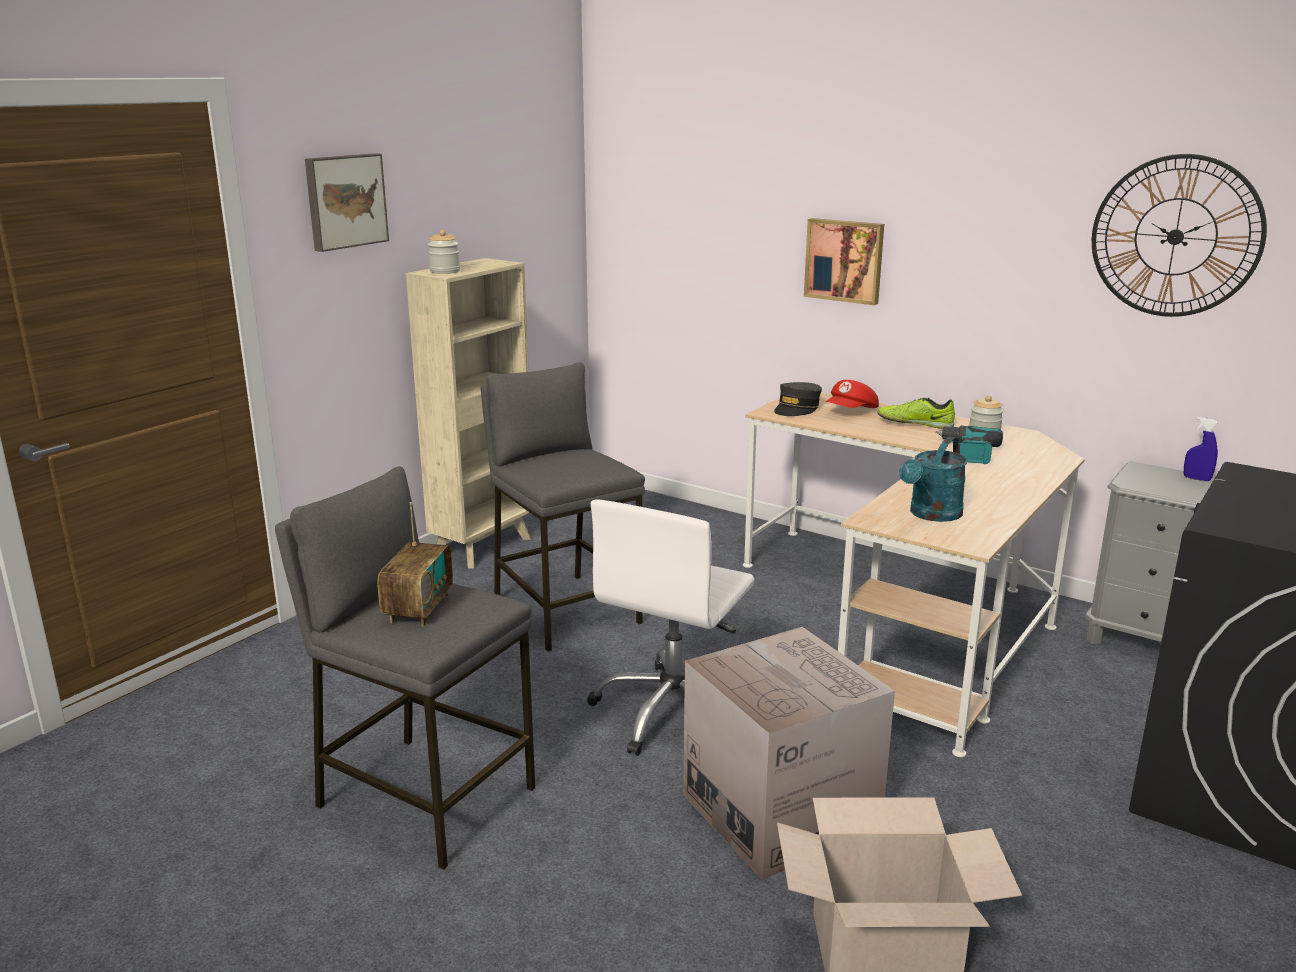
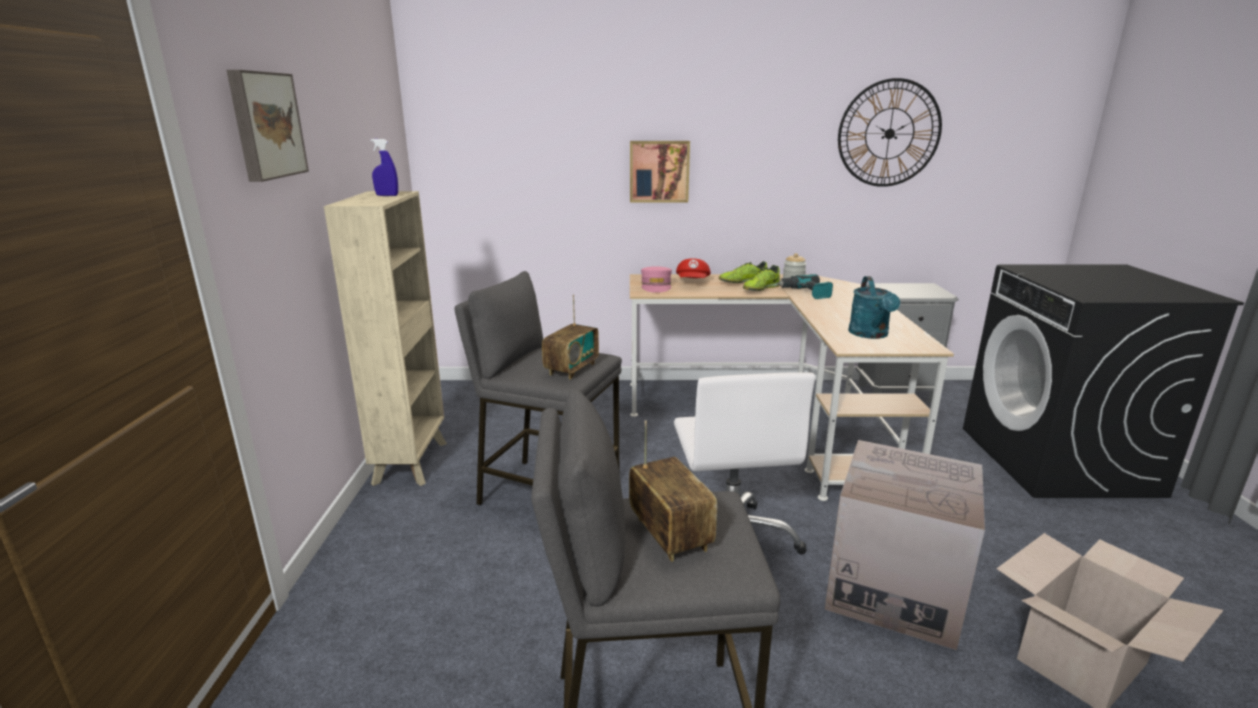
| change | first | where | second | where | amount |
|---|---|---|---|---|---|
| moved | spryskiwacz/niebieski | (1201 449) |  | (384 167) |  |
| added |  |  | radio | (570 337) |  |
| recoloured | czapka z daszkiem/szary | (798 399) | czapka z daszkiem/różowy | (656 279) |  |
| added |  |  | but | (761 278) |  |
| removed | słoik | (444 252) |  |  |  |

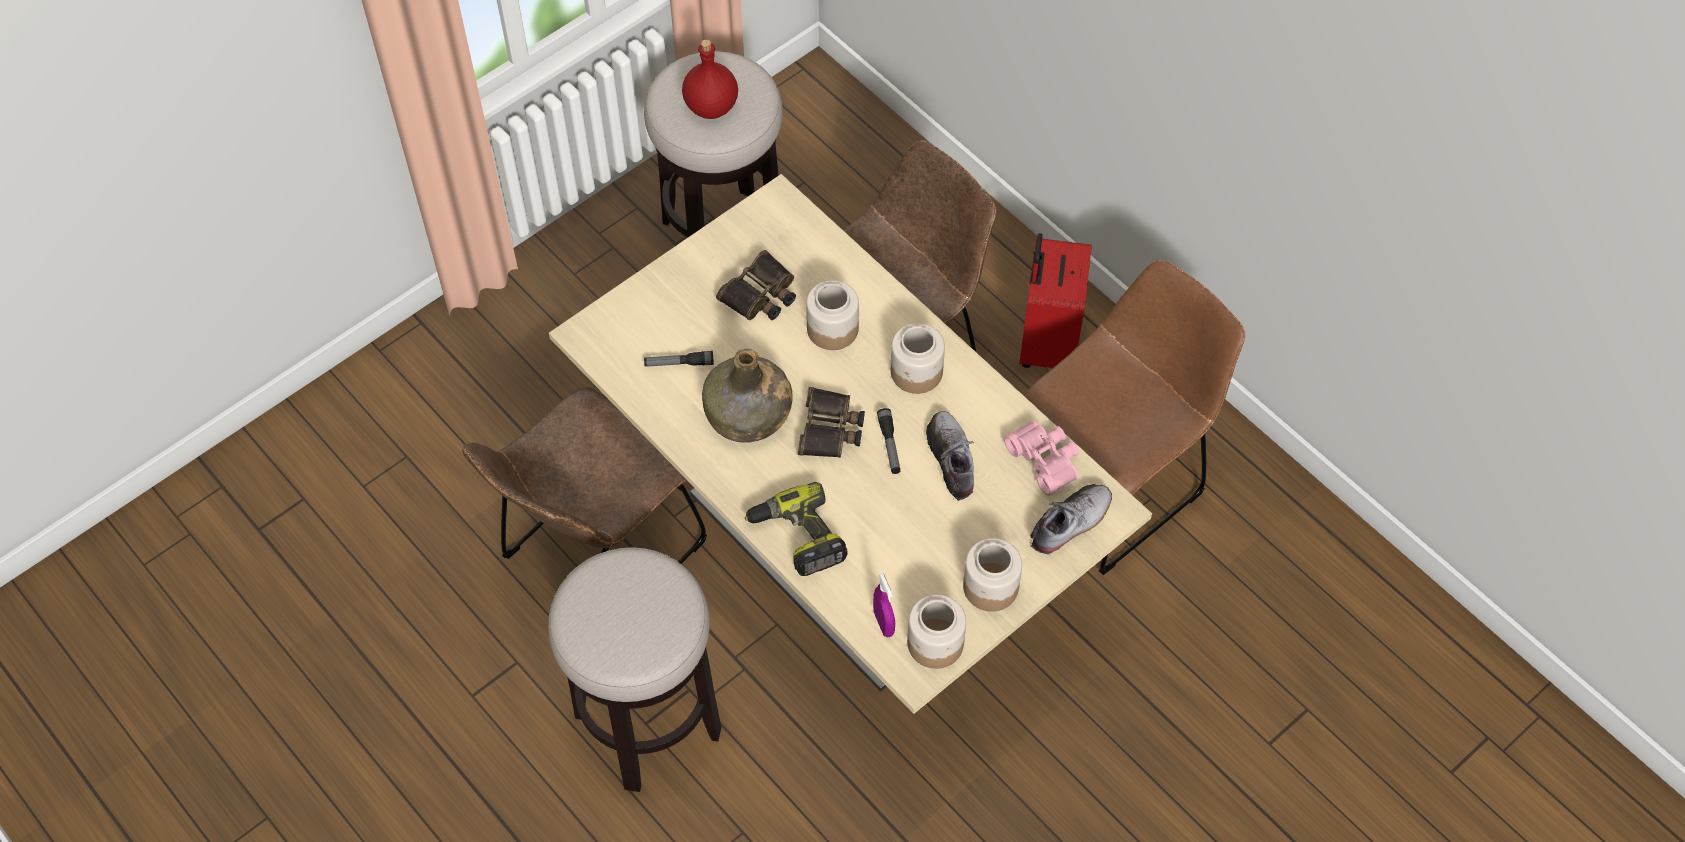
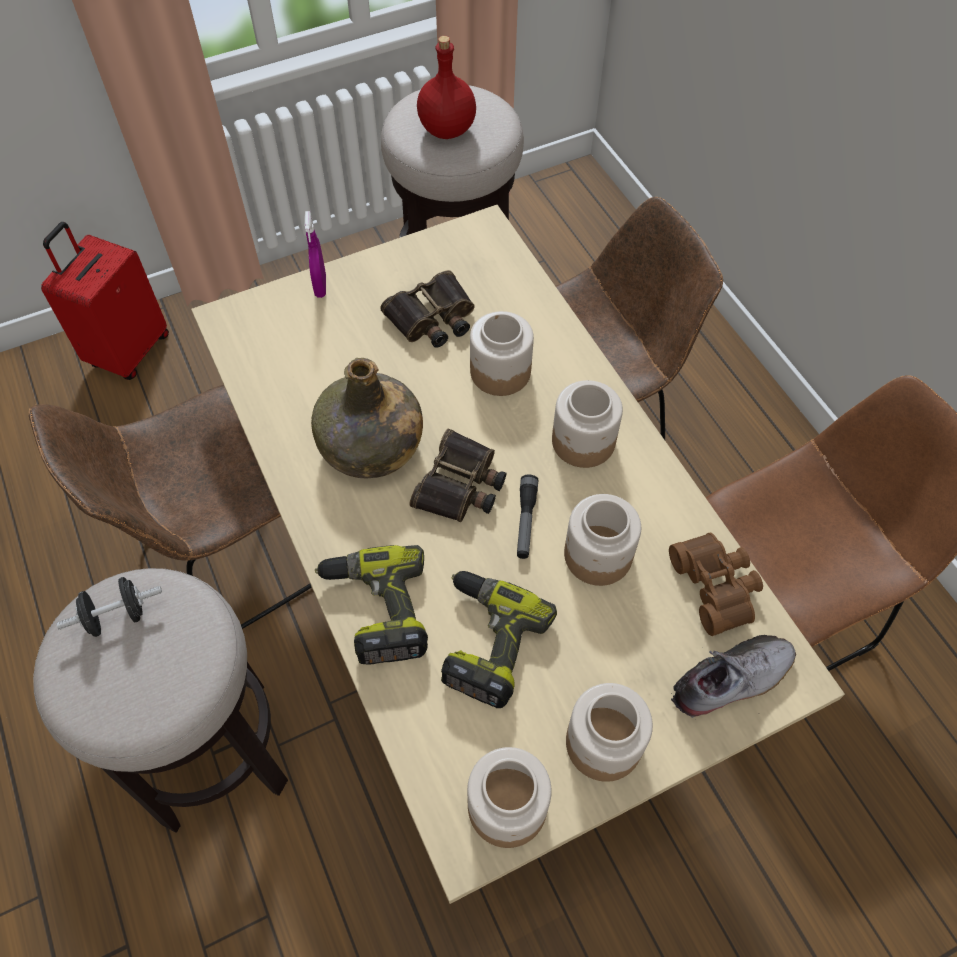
| change | first | where | second | where | amount |
|---|---|---|---|---|---|
| moved | walizka/czerwony | (1055 300) |  | (105 301) |  |
| added |  |  | hantel/czarny | (109 607) |  |
| moved | spryskiwacz/fioletowy | (884 605) |  | (315 254) |  |
| added |  |  | wiertarka | (499 639) |  |
| replaced | but | (953 456) | słoik | (602 540) |  |
| recoloured | lornetka/różowy | (1041 458) | lornetka/brązowy | (716 584) |  |
| removed | latarka | (679 359) |  |  |  |

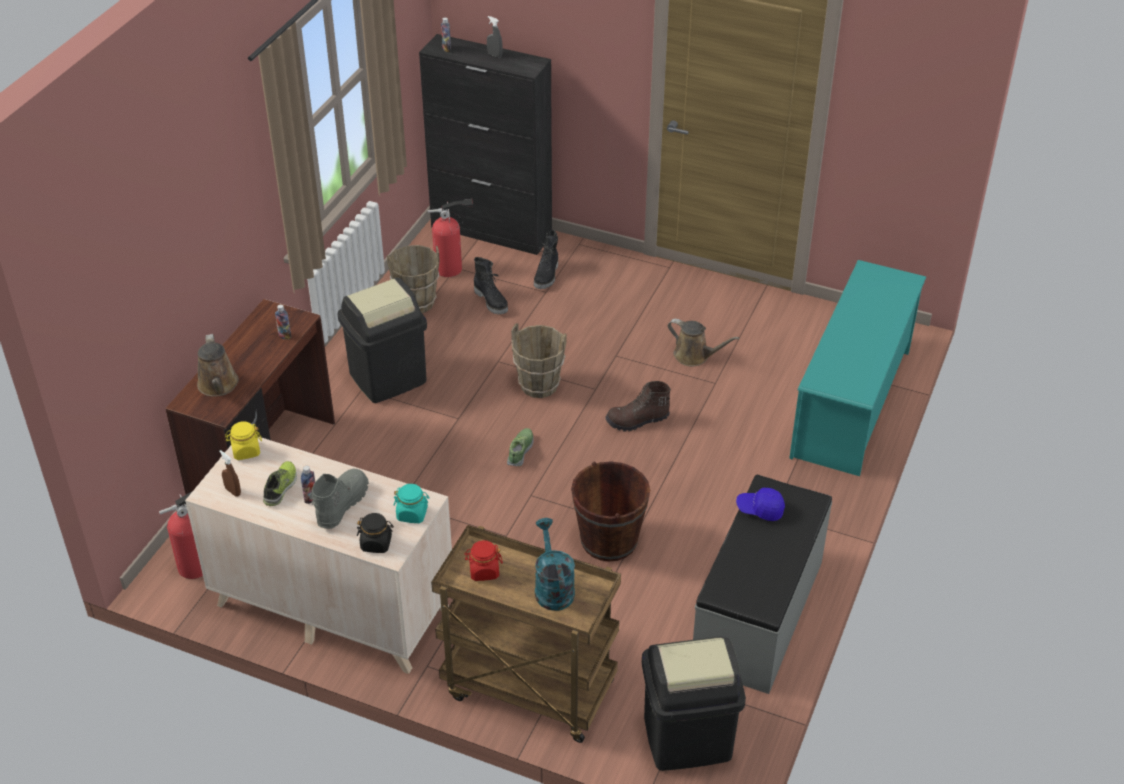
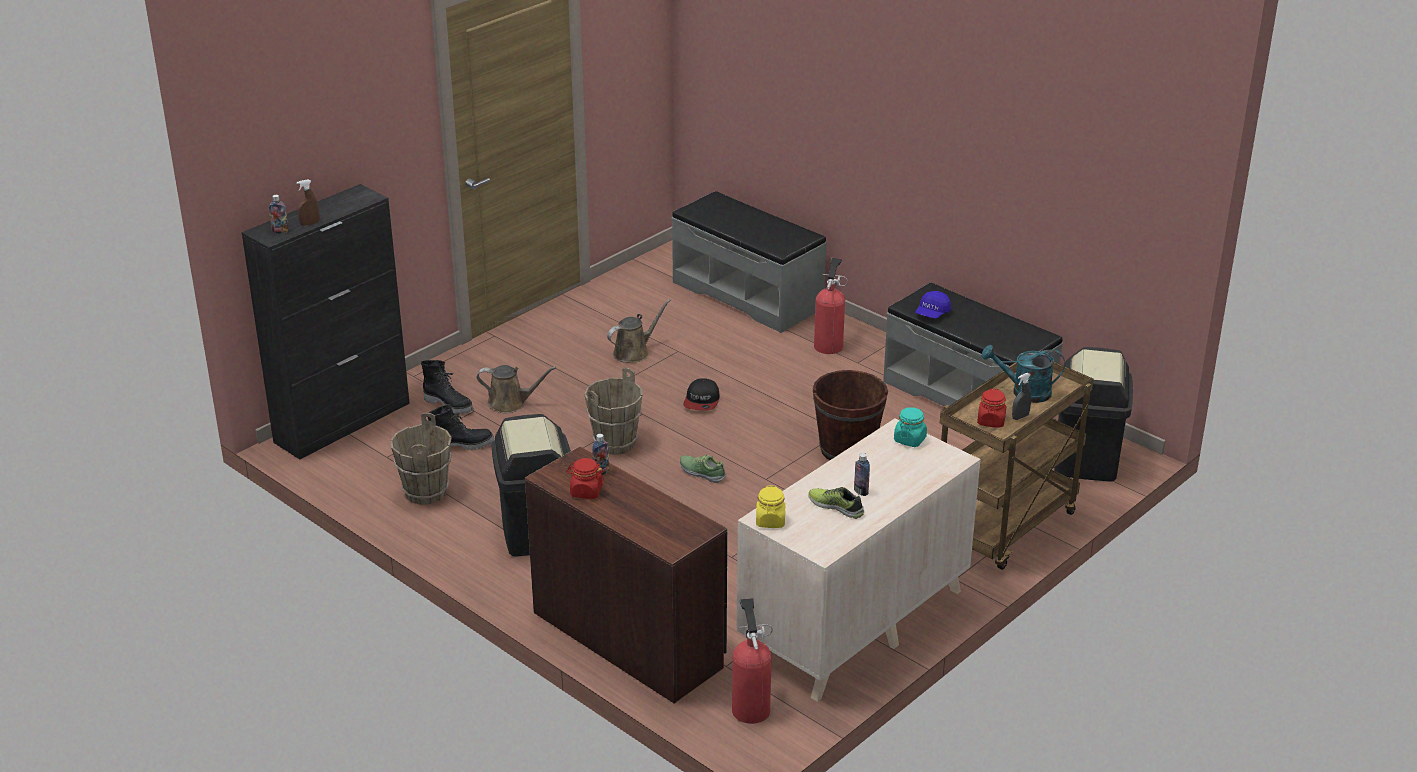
| change | first | where | second | where | amount |
|---|---|---|---|---|---|
| moved | spryskiwacz/brązowy | (230 473) |  | (307 202) |  |
| moved | konewka/brązowy | (218 365) |  | (516 389) |  |
| added |  |  | słoik/czerwony | (585 478) |  |
| replaced | regał na buty/turkusowy | (857 368) | ławka/szary | (749 262) |  |
| replaced | but z cholewką/brązowy | (638 406) | czapka z daszkiem | (701 394) |  |
| moved | gaśnica | (450 238) |  | (831 306) |  |
| moved | spryskiwacz/szary | (495 37) |  | (1021 396) |  |
| removed | but z cholewką/szary | (339 499) |  |  |  |
| removed | słoik/czarny | (375 533) |  |  |  |

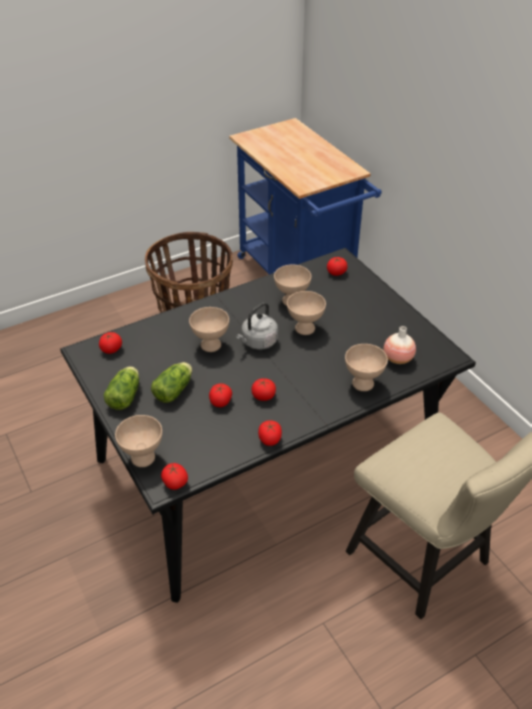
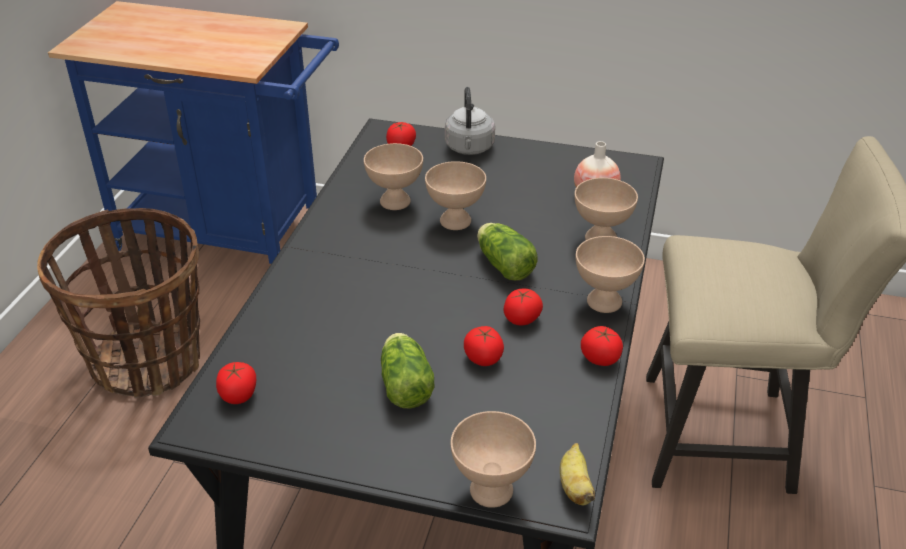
| change | first | where | second | where | amount |
|---|---|---|---|---|---|
| moved | czajnik/szary | (257 326) |  | (470 121) |  |
| moved | sałata | (121 388) |  | (507 251) |  |
| replaced | pomidor | (174 476) | banan | (577 474) |  |
| moved | miska/beżowy | (209 329) |  | (610 274) |  |

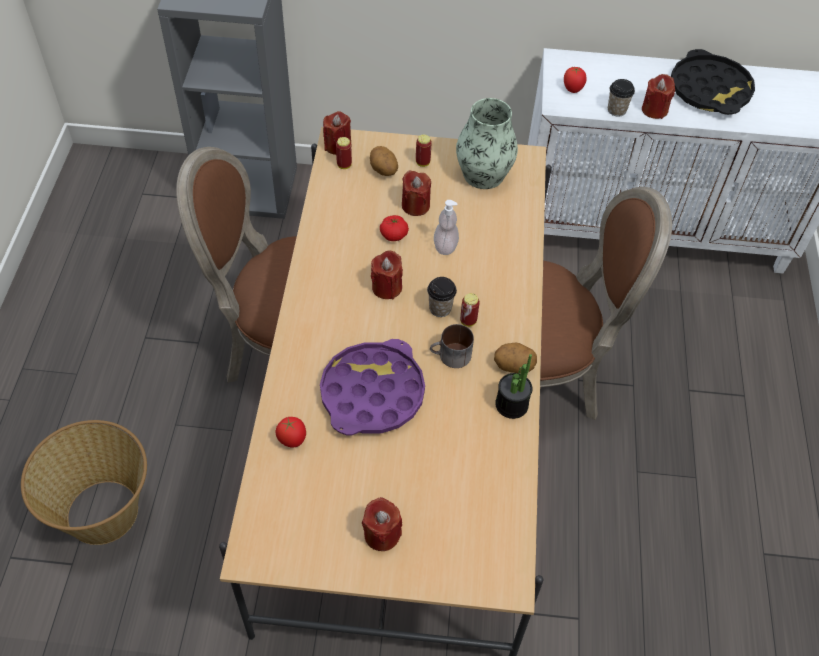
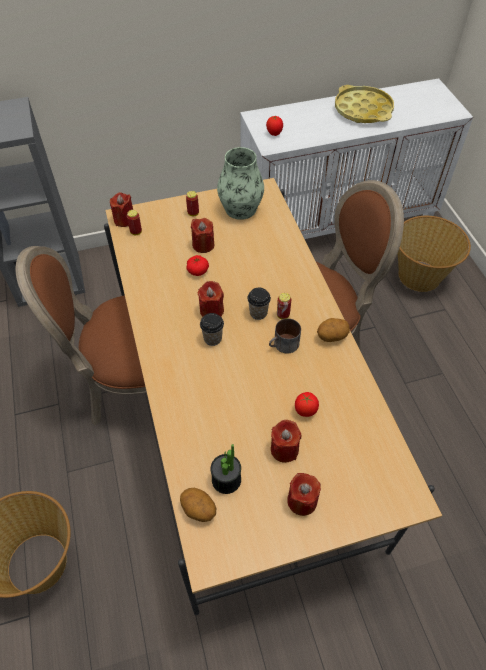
| change | first | where | second | where | amount |
|---|---|---|---|---|---|
| moved | ziemniak | (384 161) |  | (198 505) |  |
| moved | filiżanka | (621 98) |  | (212 329) |  |
| moved | roślina doniczkowa | (514 386) |  | (226 469) |  |
| moved | świeca/czerwony | (658 96) |  | (286 441) |  |
| moved | pomidor | (290 432) |  | (307 404) |  |
| recoloured | taca/czarny | (713 82) | taca/żółty | (364 104) |  |
| added |  |  | koszyk | (434 254) |  |
| removed | taca/fioletowy | (372 387) |  |  |  |
| removed | dozownik mydła | (446 227) |  |  |  |

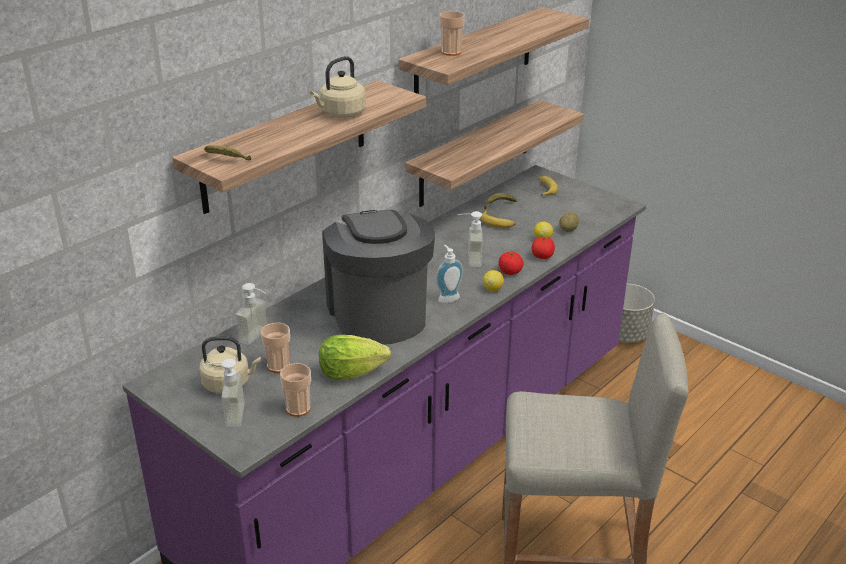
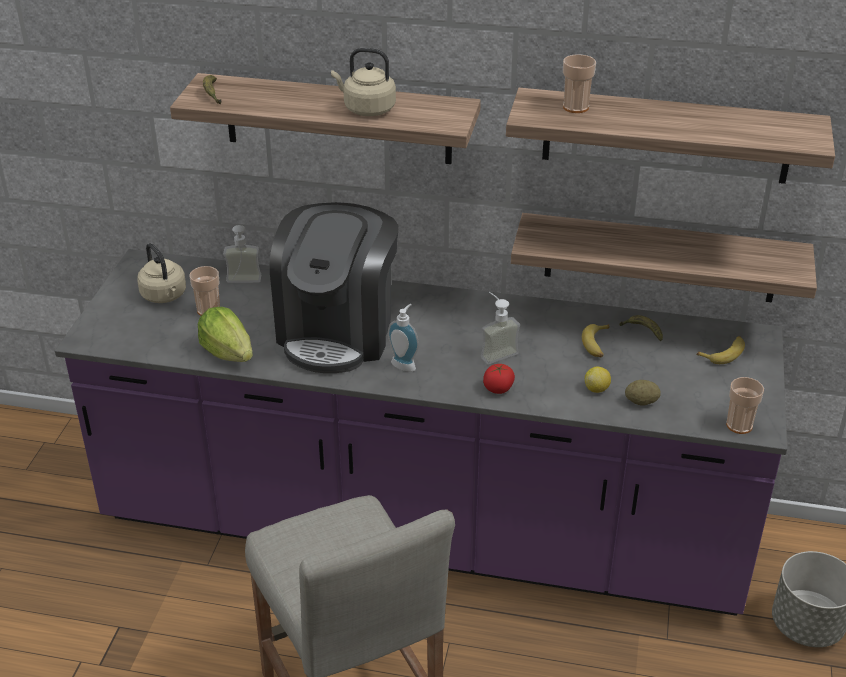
| change | first | where | second | where | amount |
|---|---|---|---|---|---|
| turned | ekspres do kawy | (378 277) |  | (334 287) | 150 degrees clockwise |
| moved | filiżanka | (295 390) |  | (745 405) |  |
| removed | dozownik mydła | (224 393) |  |  |  |
| removed | cytryna | (493 280) |  |  |  |
| removed | pomidor | (543 248) |  |  |  |

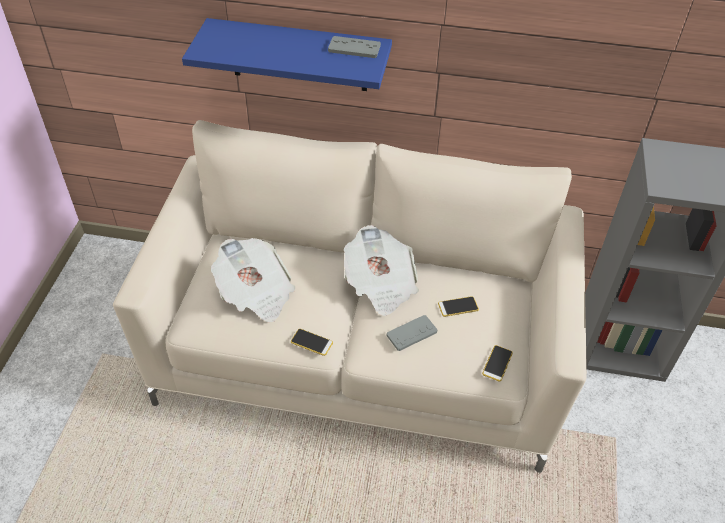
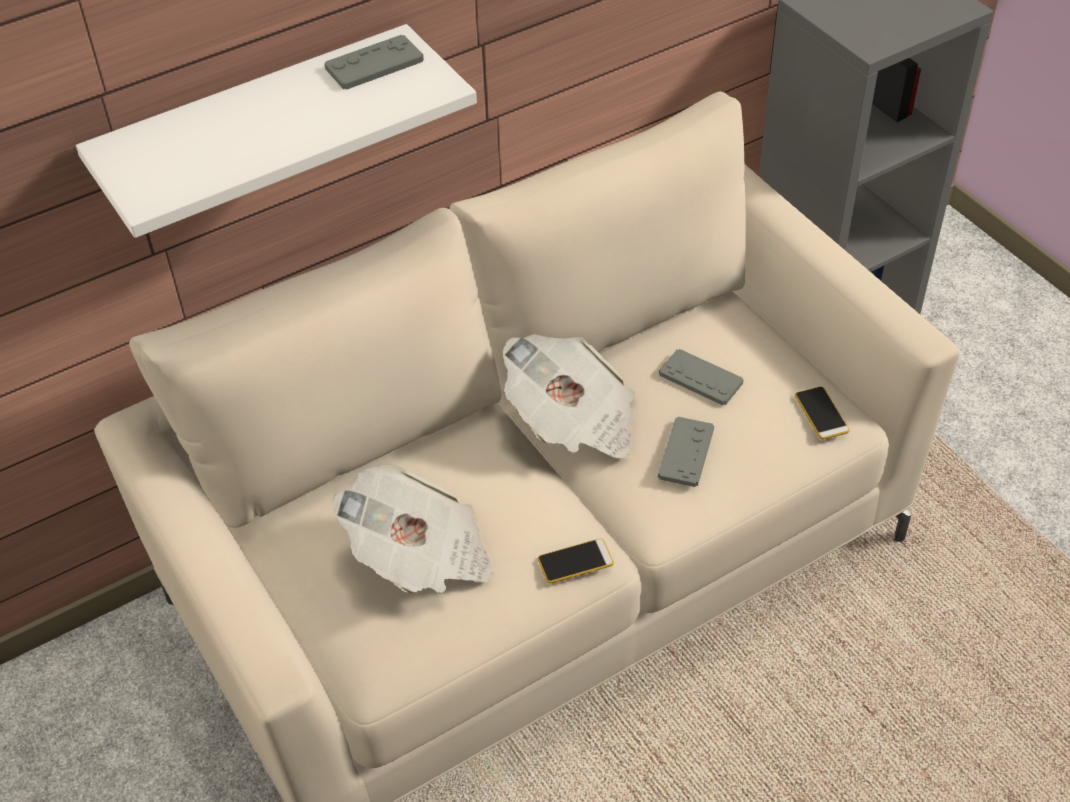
| change | first | where | second | where | amount |
|---|---|---|---|---|---|
| recoloured | półka/niebieski | (287 54) | półka/biały | (276 131) |  |
| replaced | telefon | (458 306) | pad do gier/szary | (701 377) |  |

